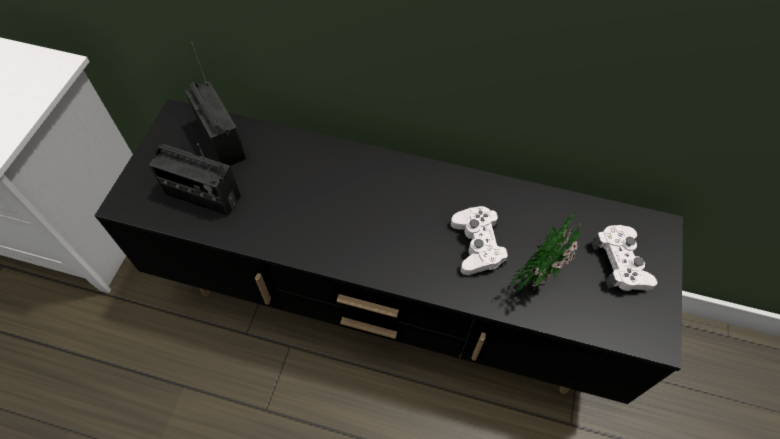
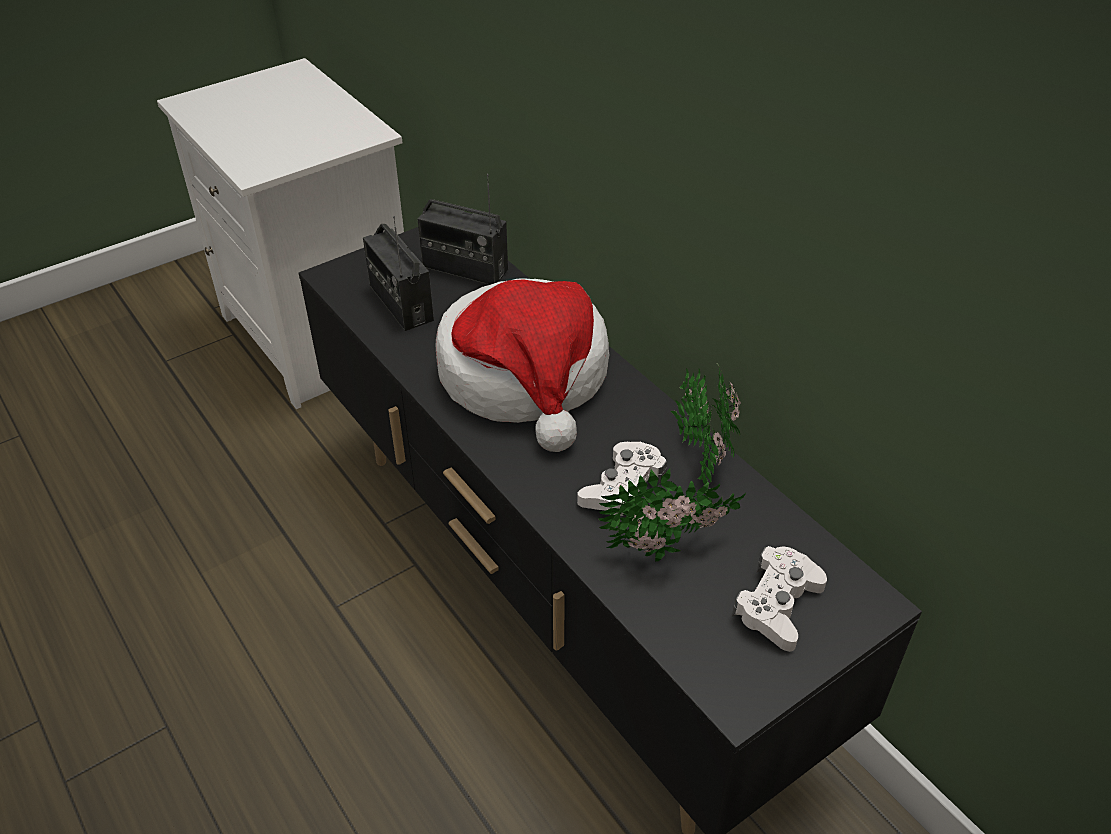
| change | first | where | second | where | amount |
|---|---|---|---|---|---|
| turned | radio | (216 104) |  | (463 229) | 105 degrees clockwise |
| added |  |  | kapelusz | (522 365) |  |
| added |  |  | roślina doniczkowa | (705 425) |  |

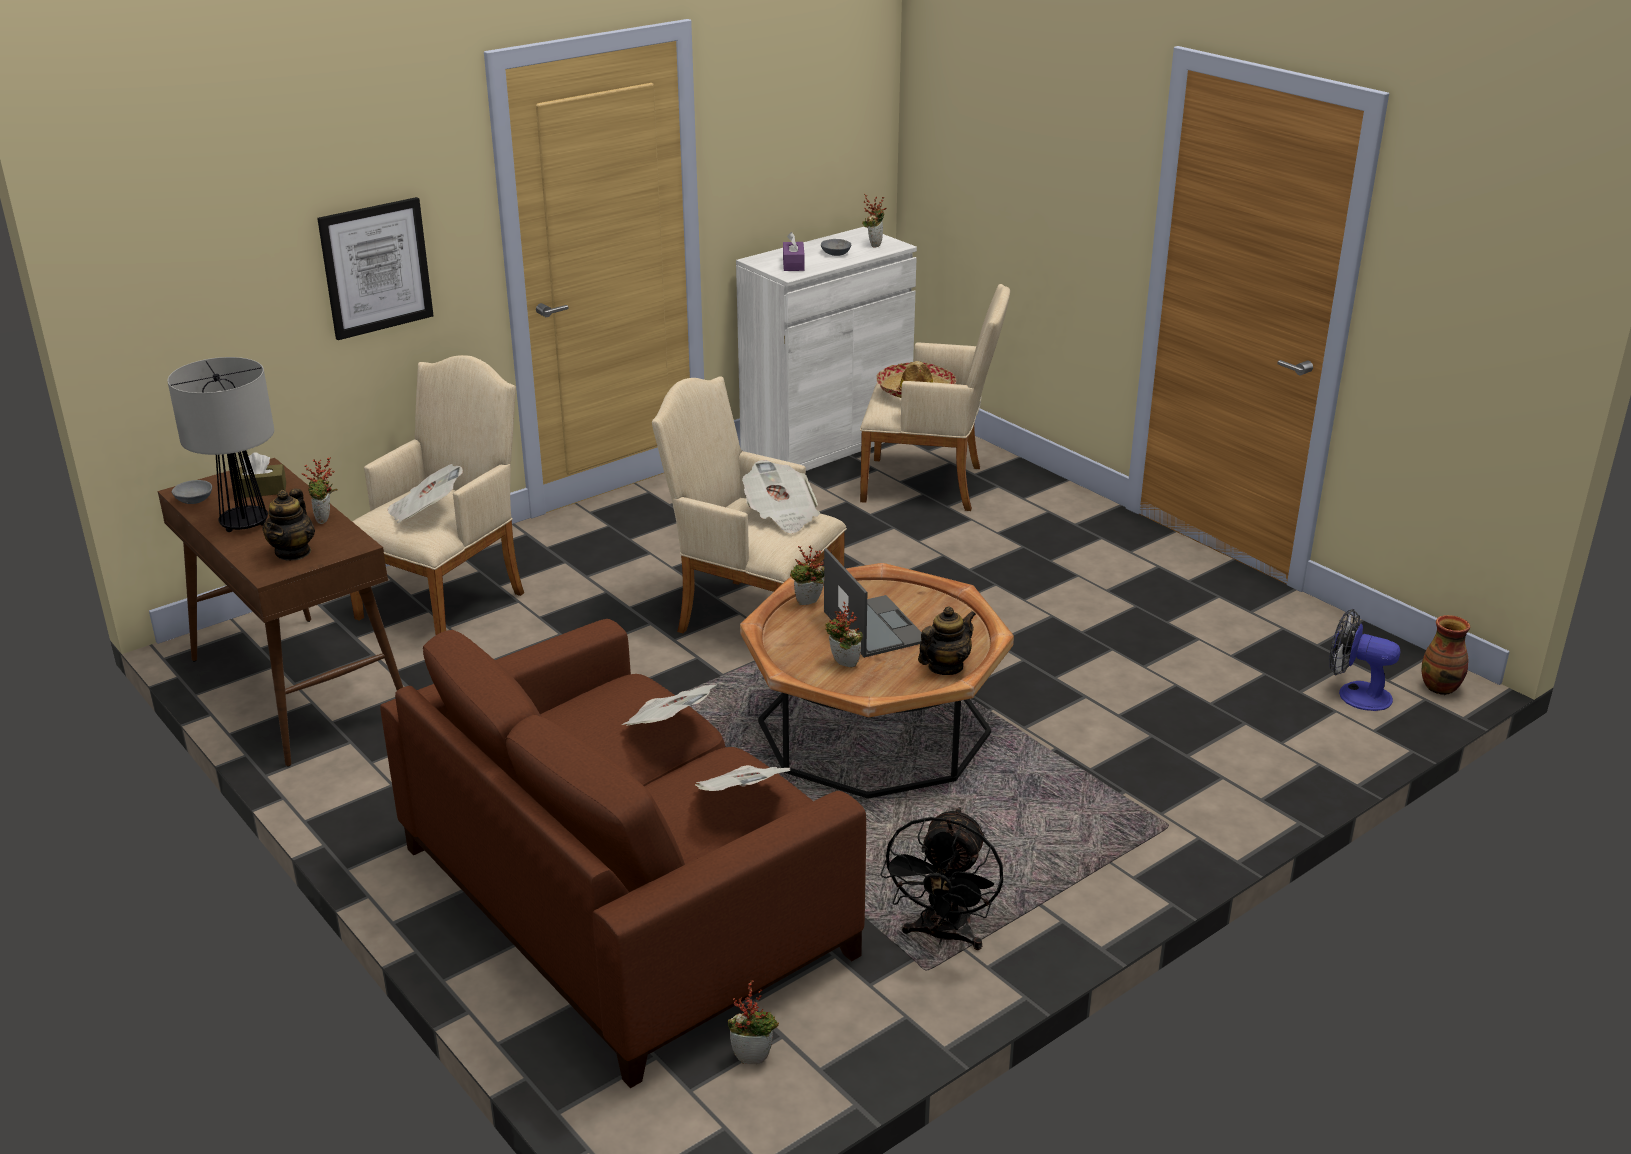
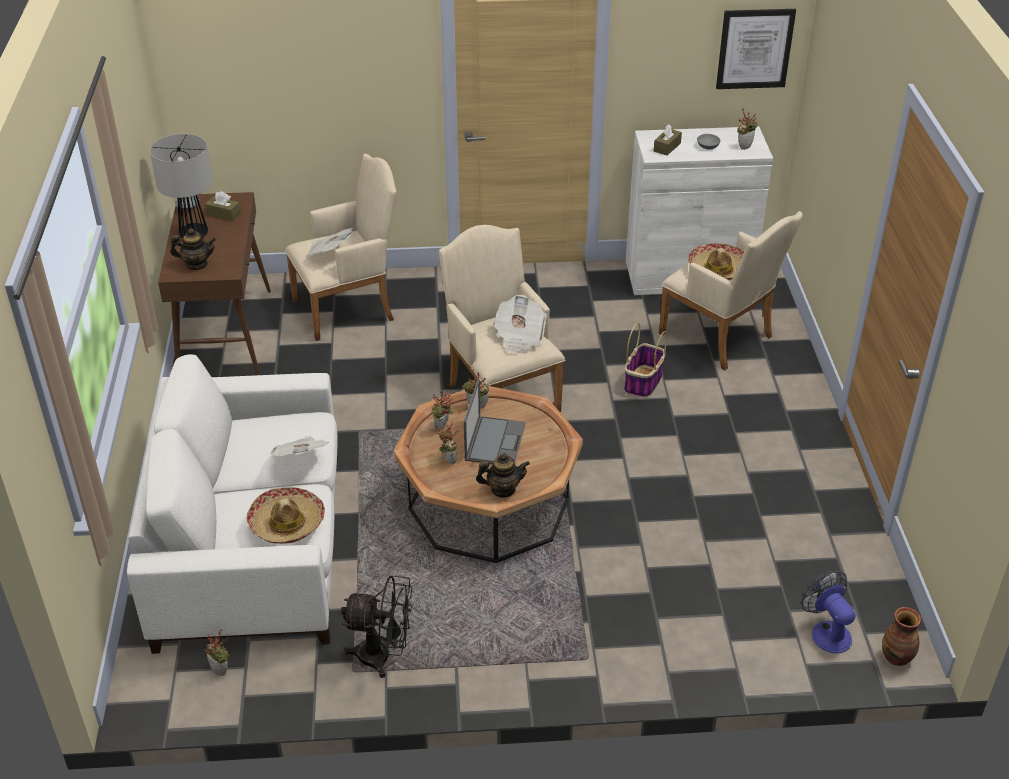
| change | first | where | second | where | amount |
|---|---|---|---|---|---|
| recoloured | kanapa/brązowy | (623 853) | kanapa/biały | (232 504) |  |
| turned | imbryk | (288 525) |  | (193 249) | 135 degrees counterclockwise |
| replaced | gazeta | (743 778) | kapelusz | (285 515) |  |
| turned | wentylator/czarny | (941 878) |  | (376 627) | 135 degrees counterclockwise |
| moved | roślina doniczkowa | (320 490) |  | (442 411) |  |
| added |  |  | koszyk | (645 360) |  |
| recoloured | pudełko chusteczek/fioletowy | (794 251) | pudełko chusteczek/brązowy | (668 139) |  |
| moved | obraz | (375 268) |  | (756 49) |  |

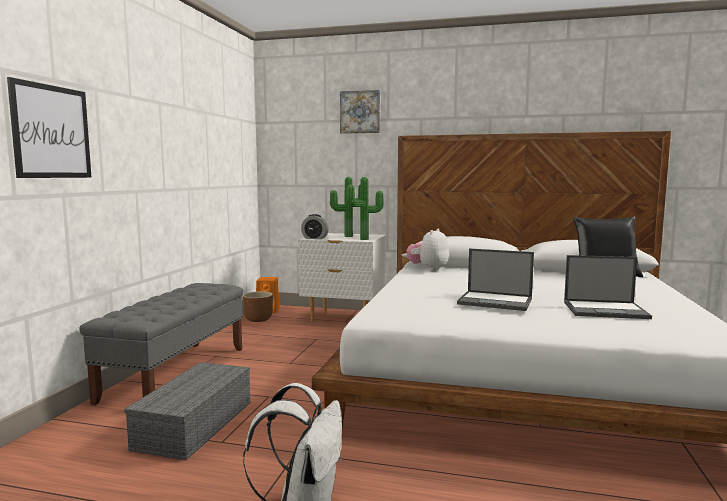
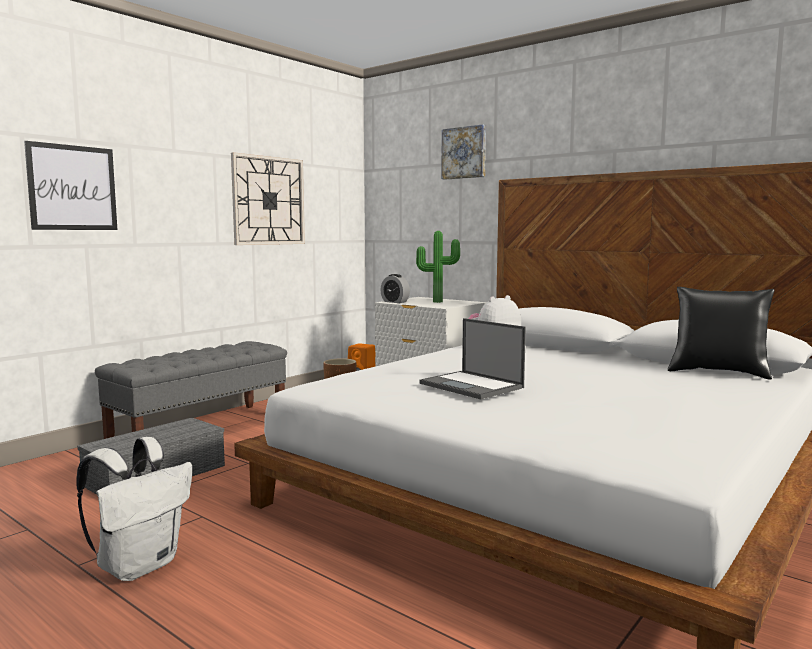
| change | first | where | second | where | amount |
|---|---|---|---|---|---|
| added |  |  | zegar ścienny | (268 198) |  |
| removed | roślina doniczkowa | (365 208) |  |  |  |
| removed | laptop | (608 287) |  |  |  |

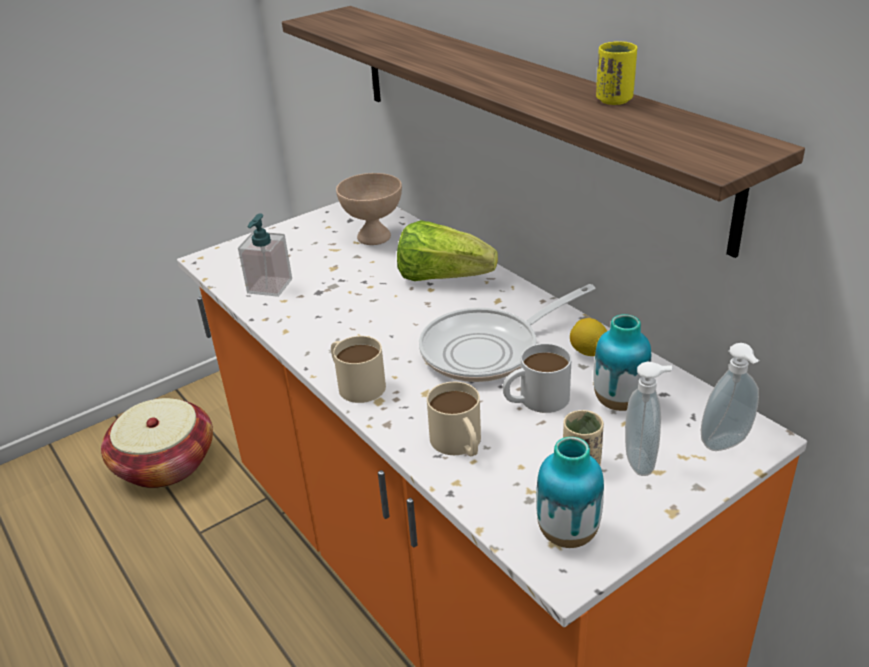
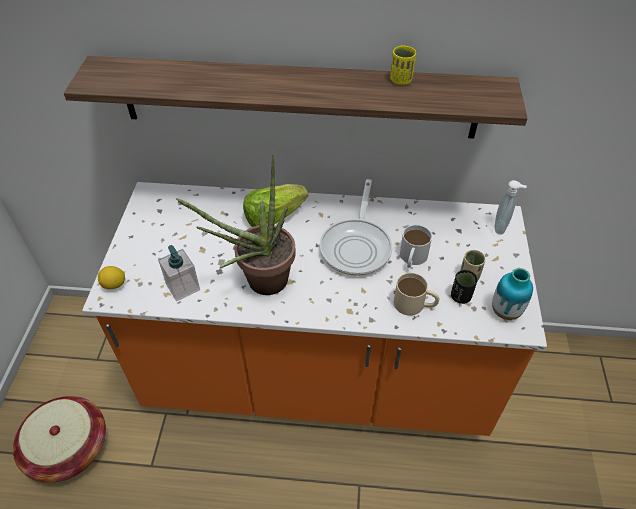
| change | first | where | second | where | amount |
|---|---|---|---|---|---|
| moved | cytryna | (588 337) |  | (111 277) |  |
| added |  |  | roślina doniczkowa | (235 225) |  |
| added |  |  | filiżanka/czarny | (464 287) |  |
| removed | kubek/beżowy | (358 369) |  |  |  |
| removed | miska/beżowy | (369 209) |  |  |  |
| removed | wazon | (622 362) |  |  |  |
| removed | dozownik mydła | (649 419) |  |  |  |

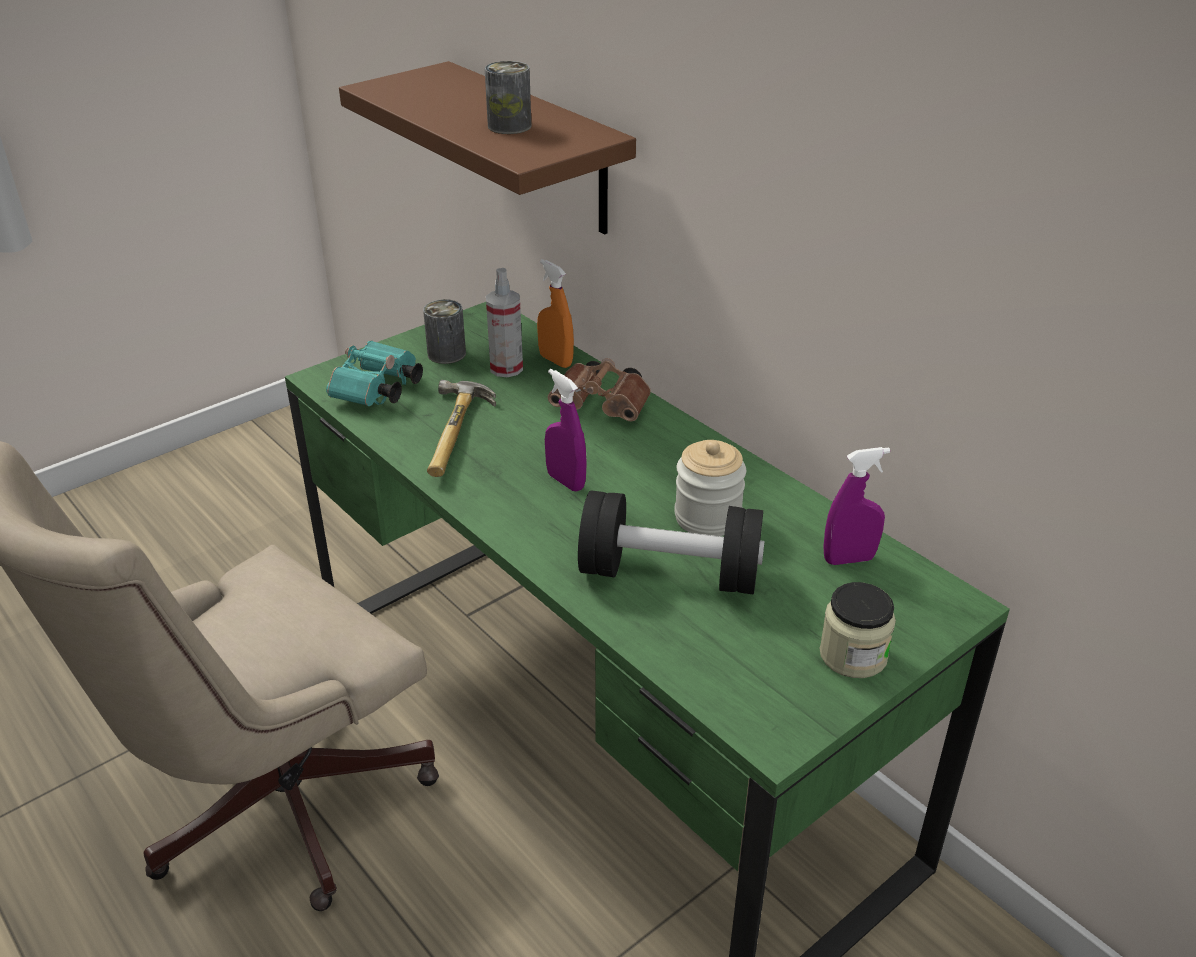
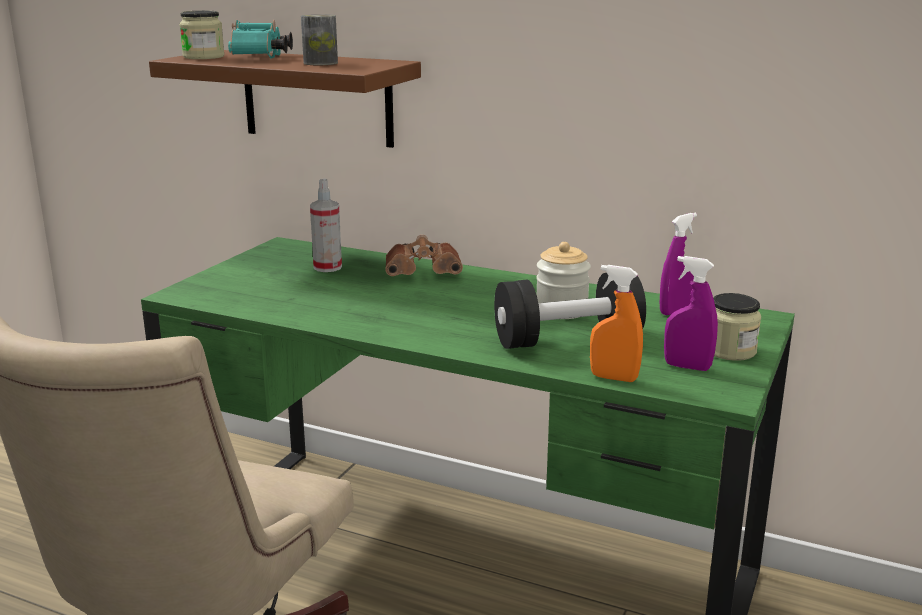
| change | first | where | second | where | amount |
|---|---|---|---|---|---|
| added |  |  | słoik | (202 35) |  |
| moved | lornetka/turkusowy | (374 373) |  | (260 39) |  |
| moved | spryskiwacz/pomarańczowy | (555 313) |  | (616 323) |  |
| moved | spryskiwacz/fioletowy | (566 430) |  | (691 313) |  |
| removed | puszka | (444 331) |  |  |  |
| removed | młotek | (461 428) |  |  |  |

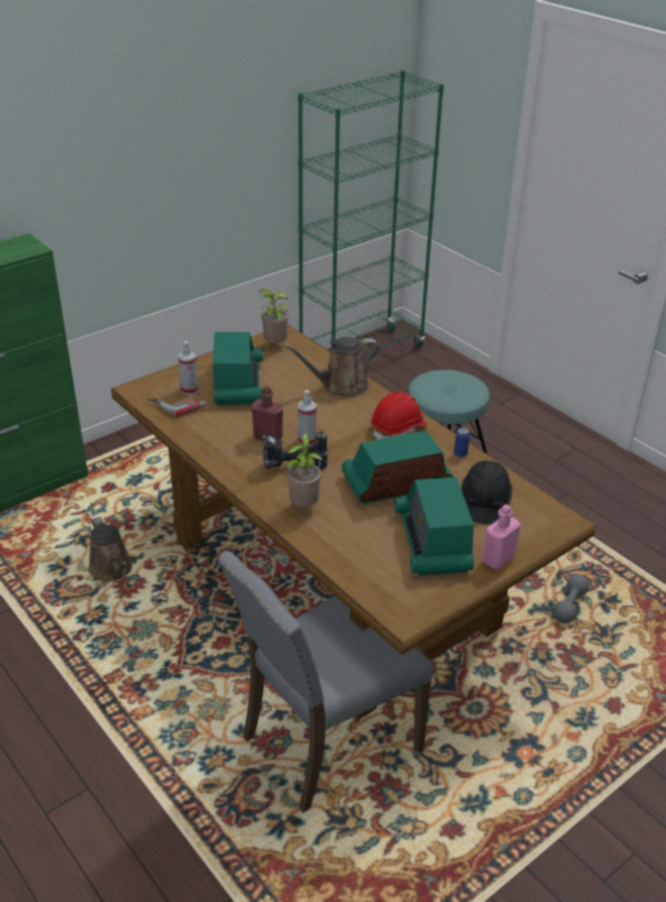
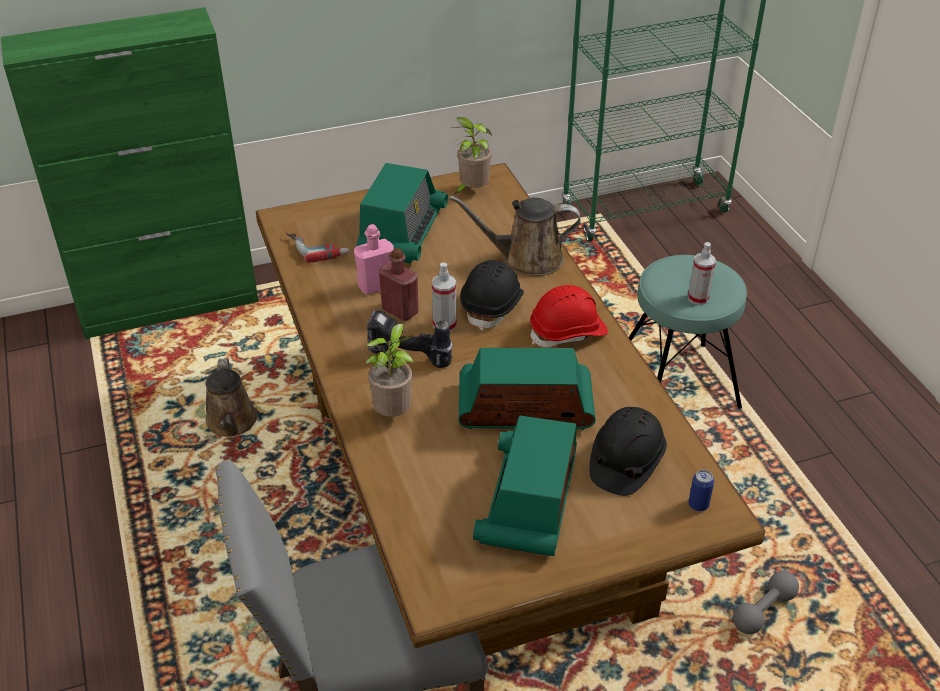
| change | first | where | second | where | amount |
|---|---|---|---|---|---|
| moved | butelka/różowy | (501 536) |  | (374 259) |  |
| added |  |  | kask/czarny | (492 295) |  |
| moved | spryskiwacz | (188 368) |  | (702 273) |  |
| moved | puszka | (462 442) |  | (701 490) |  |

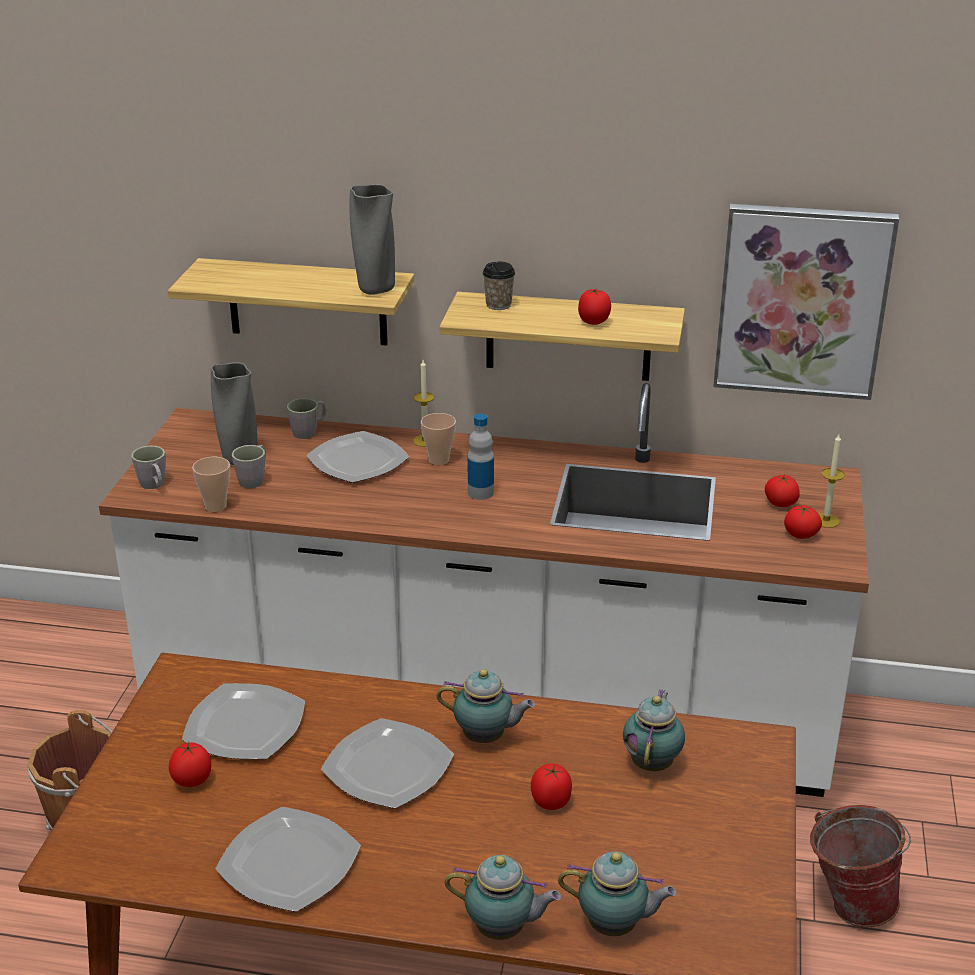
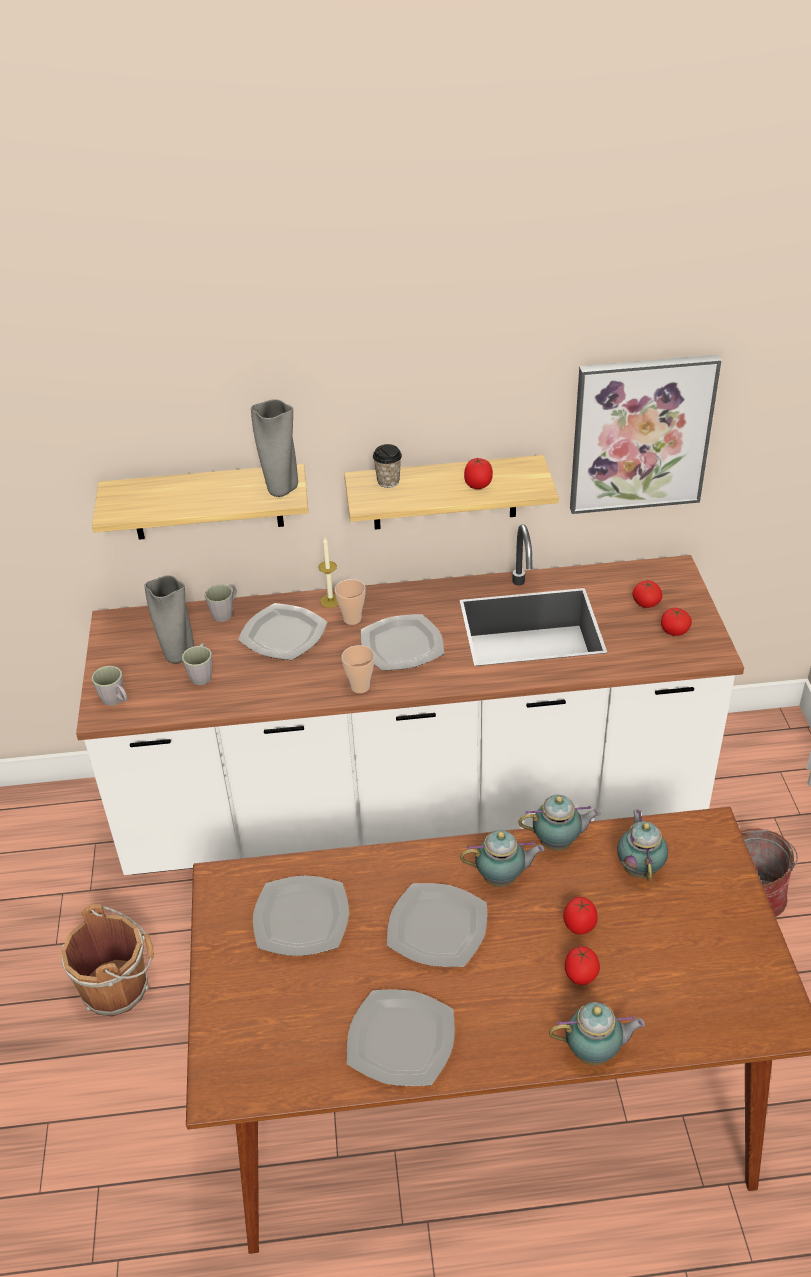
| change | first | where | second | where | amount |
|---|---|---|---|---|---|
| moved | filiżanka | (211 484) |  | (358 669) |  |
| replaced | butelka | (480 457) | talerz | (402 642) |  |
| moved | imbryk | (617 893) |  | (559 823) |  |
| moved | pomidor | (190 764) |  | (582 965) |  |
| removed | świeca | (832 481) |  |  |  |

